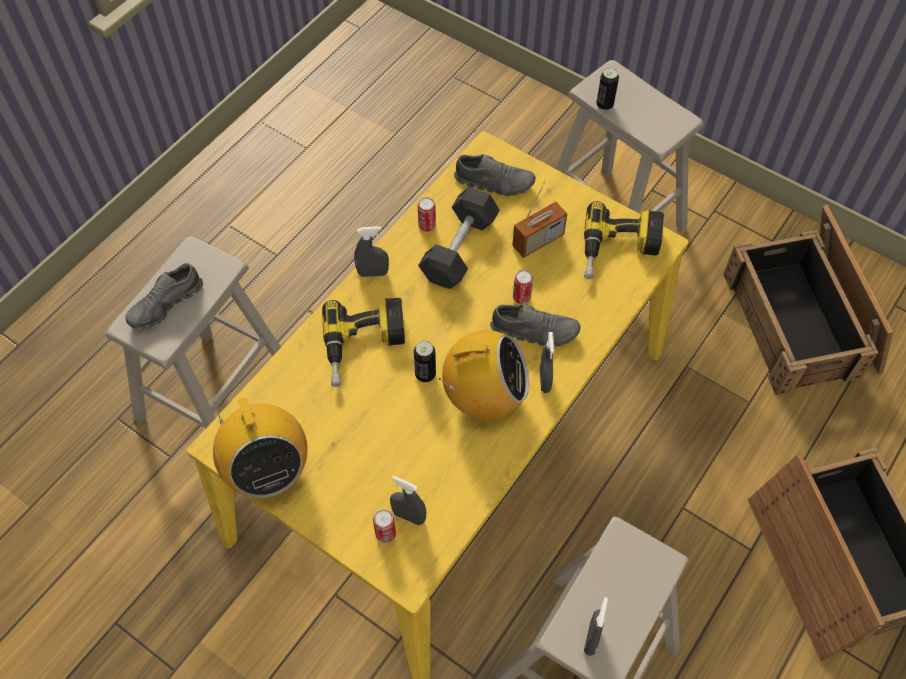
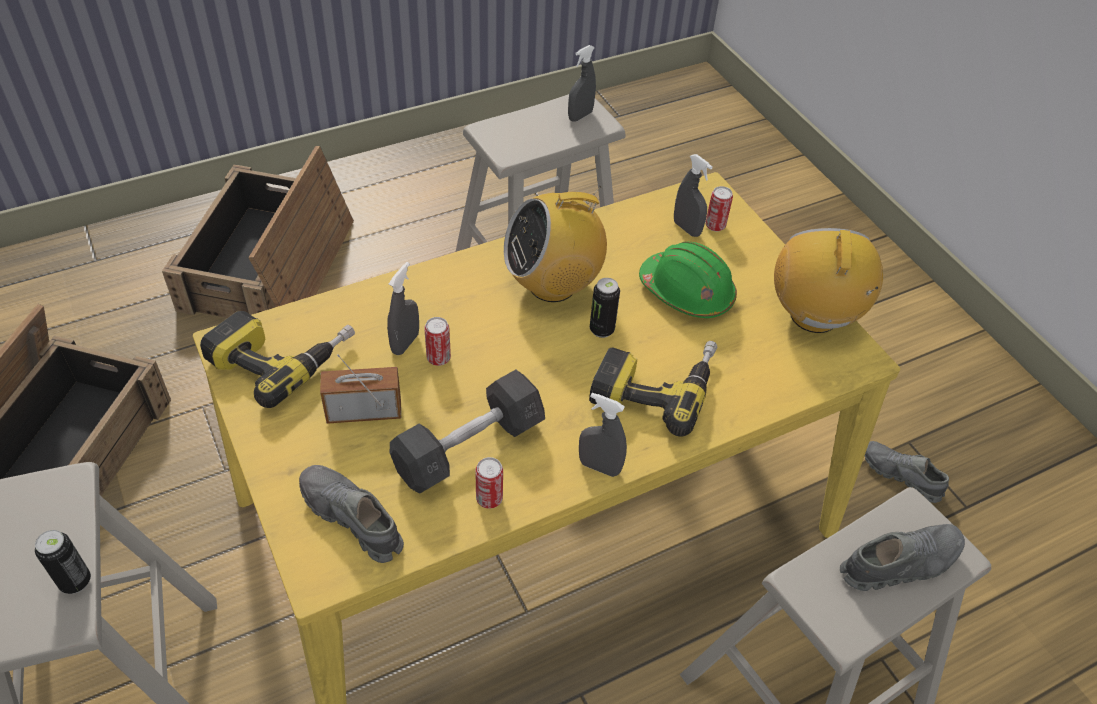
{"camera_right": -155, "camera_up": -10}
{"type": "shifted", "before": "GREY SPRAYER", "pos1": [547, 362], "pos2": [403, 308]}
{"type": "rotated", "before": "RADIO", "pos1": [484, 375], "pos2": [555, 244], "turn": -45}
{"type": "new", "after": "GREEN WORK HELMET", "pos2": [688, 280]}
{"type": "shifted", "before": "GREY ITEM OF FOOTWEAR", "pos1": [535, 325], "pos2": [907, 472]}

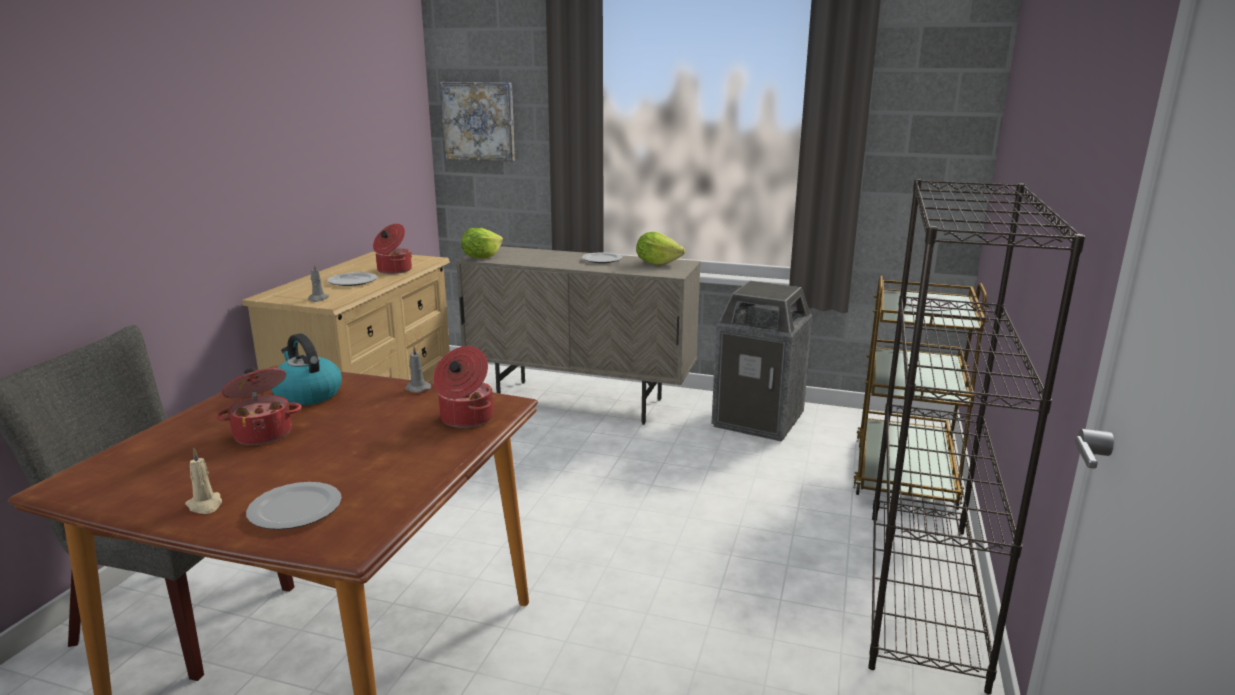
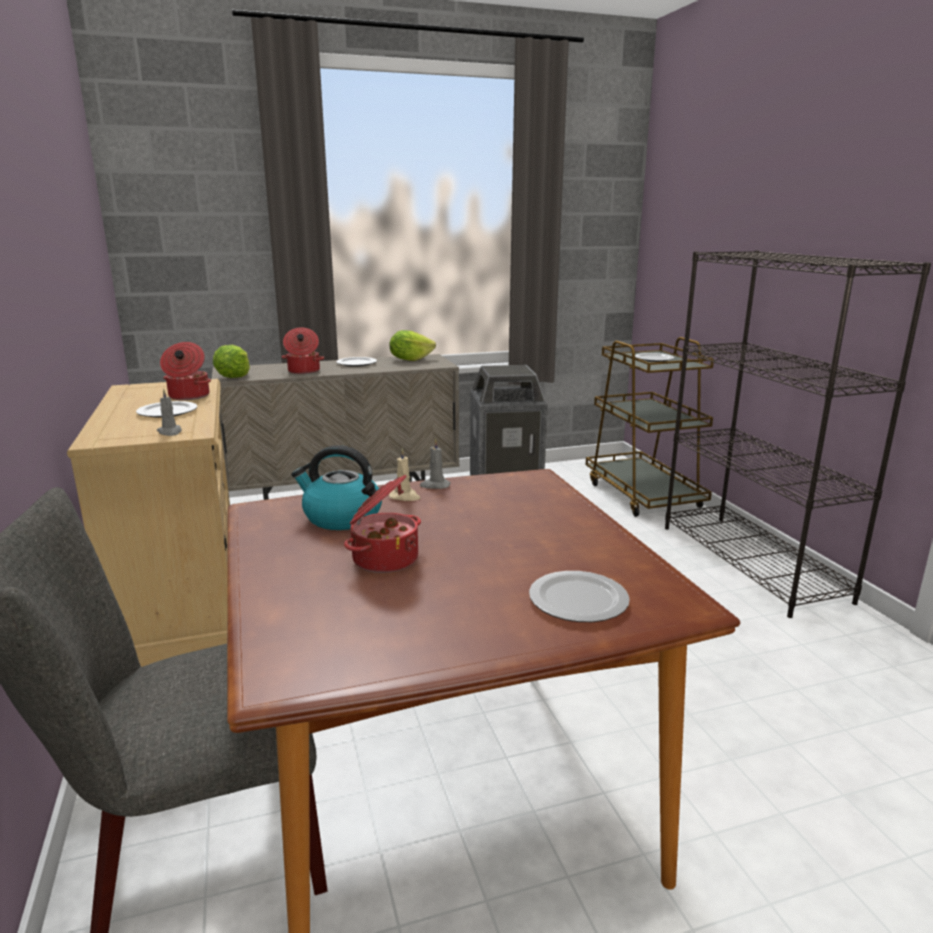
{"camera_right": -35, "camera_up": 0}
{"type": "shifted", "before": "STOCKPOT", "pos1": [463, 387], "pos2": [303, 351]}
{"type": "shifted", "before": "SAND-COLOURED WAX CANDLE", "pos1": [203, 481], "pos2": [405, 474]}
{"type": "gone", "before": "PICTURE", "pos1": [477, 122]}

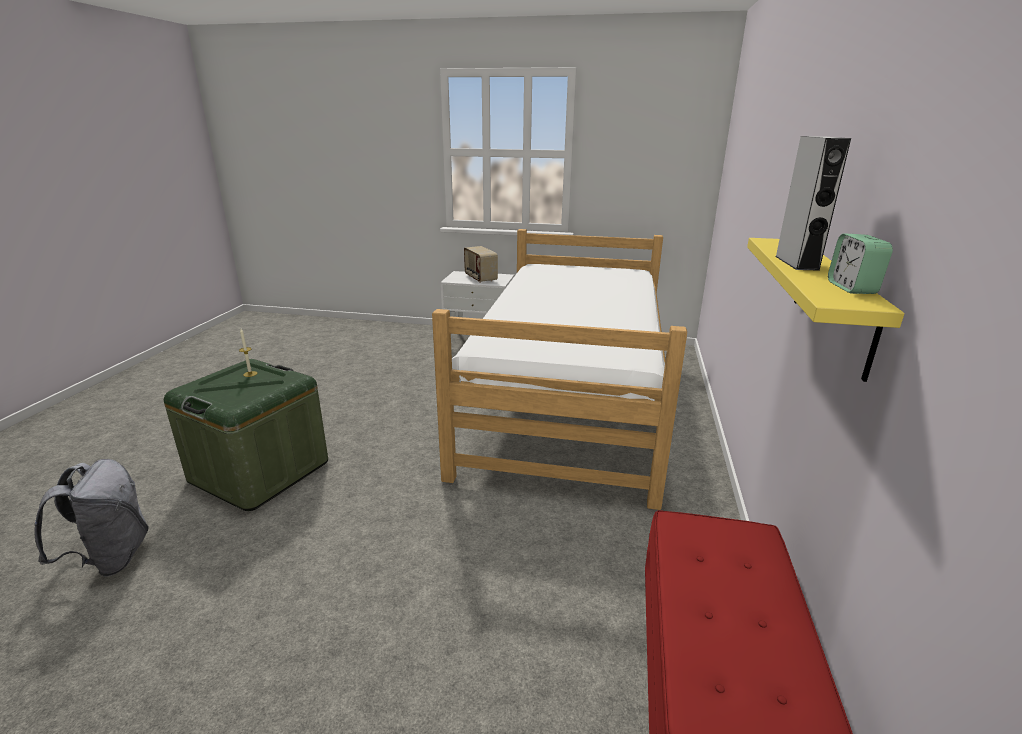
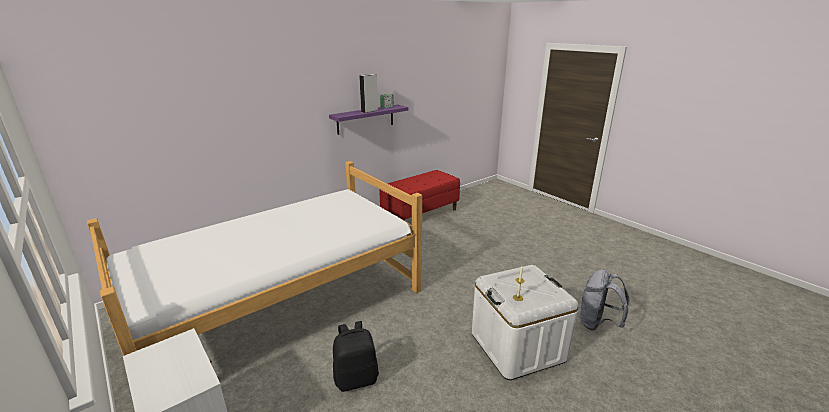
{"camera_right": -140, "camera_up": 0}
{"type": "repainted", "before": "YELLOW WALL SHELF", "after": "PURPLE-COLOURED WALL SHELF", "pos1": [825, 310], "pos2": [368, 120]}
{"type": "new", "after": "BLACK-COLOURED KNAPSACK", "pos2": [356, 356]}
{"type": "repainted", "before": "GREEN STORAGE CONTAINER", "after": "WHITE STORAGE CONTAINER", "pos1": [246, 435], "pos2": [525, 322]}
{"type": "gone", "before": "RADIO", "pos1": [481, 264]}

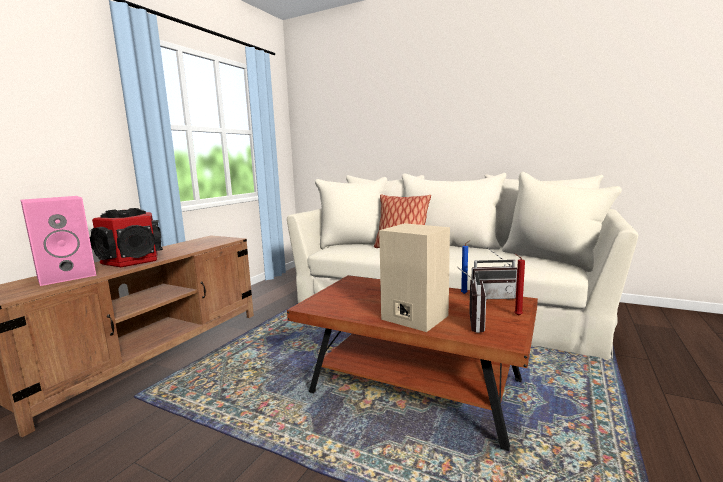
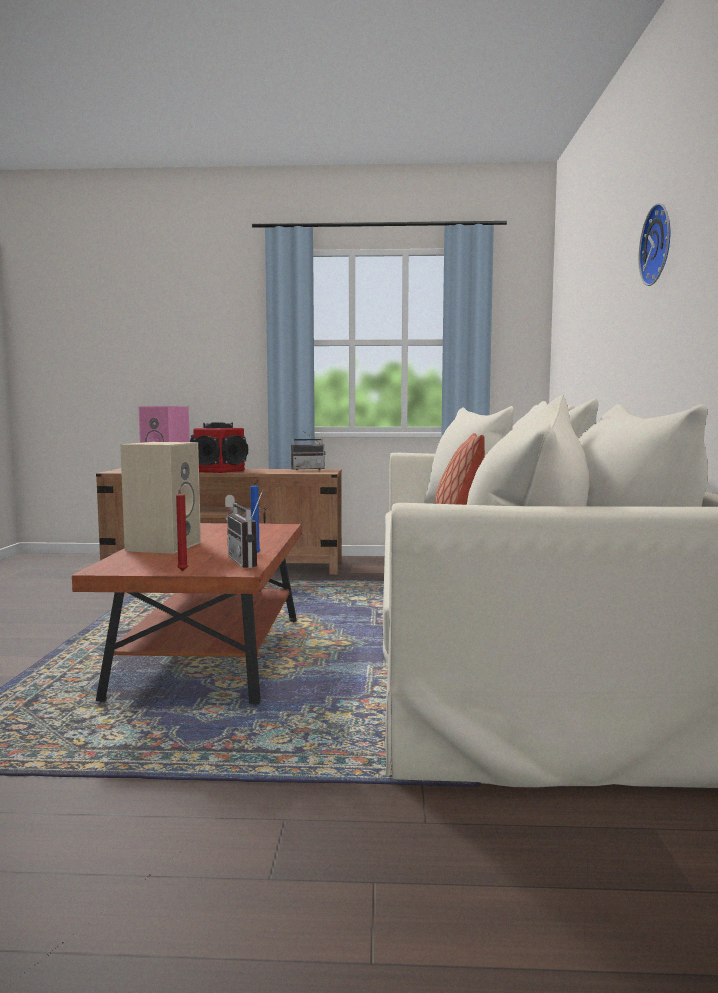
{"camera_right": 65, "camera_up": -5}
{"type": "shifted", "before": "RADIO", "pos1": [471, 300], "pos2": [308, 450]}
{"type": "new", "after": "CLOCK ON THE WALL", "pos2": [654, 244]}

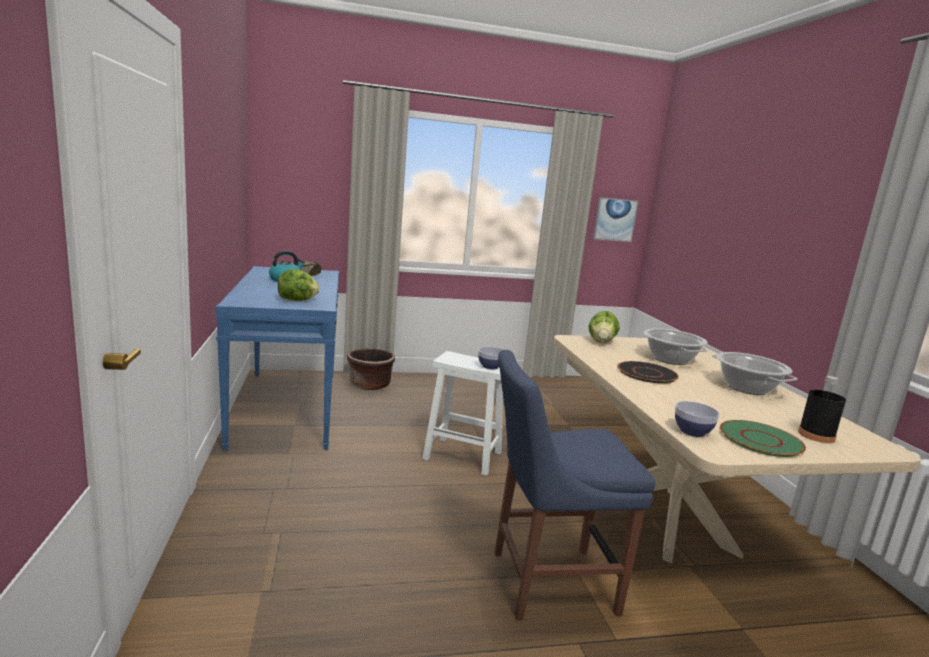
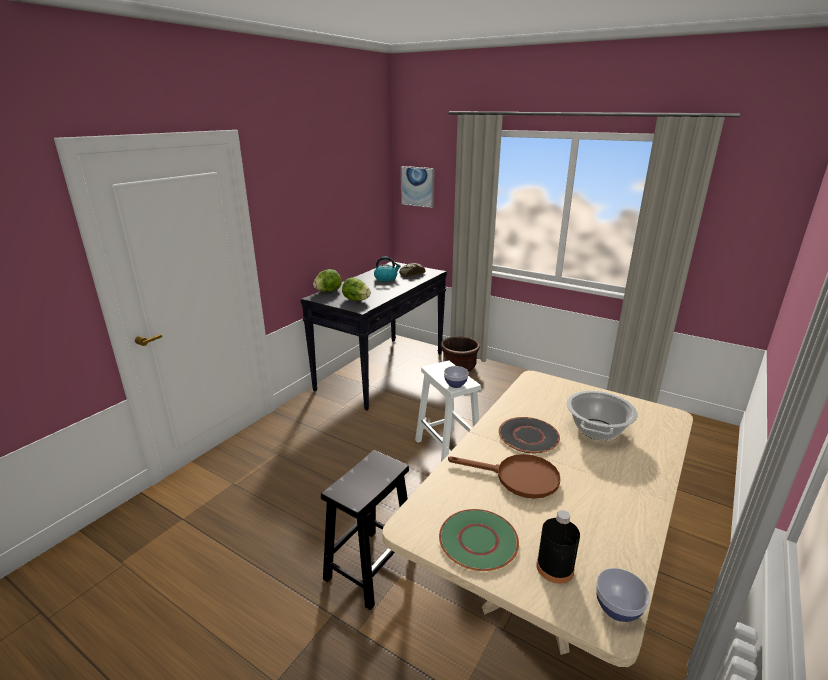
{"camera_right": 45, "camera_up": 10}
{"type": "repainted", "before": "BLUE-COLOURED CONSOLE TABLE", "after": "BLACK-COLOURED CONSOLE TABLE", "pos1": [277, 358], "pos2": [374, 336]}
{"type": "shifted", "before": "LETTUCE", "pos1": [604, 327], "pos2": [327, 280]}
{"type": "swapped", "before": "BLUE-COLOURED PLAIN CHAIR", "after": "BLACK-COLOURED STOOL", "pos1": [574, 485], "pos2": [365, 530]}
{"type": "shifted", "before": "PICTURE", "pos1": [616, 219], "pos2": [418, 187]}
{"type": "new", "after": "BROWN-COLOURED FRYING PAN", "pos2": [504, 476]}
{"type": "shifted", "before": "BOWL", "pos1": [697, 419], "pos2": [623, 595]}
{"type": "gone", "before": "STOCKPOT", "pos1": [754, 373]}

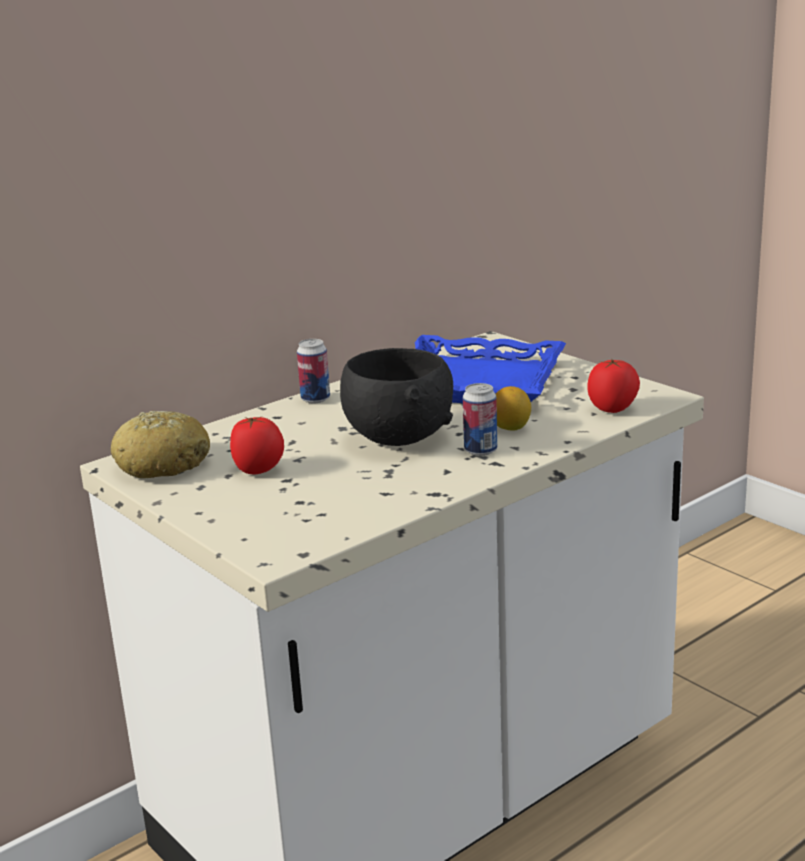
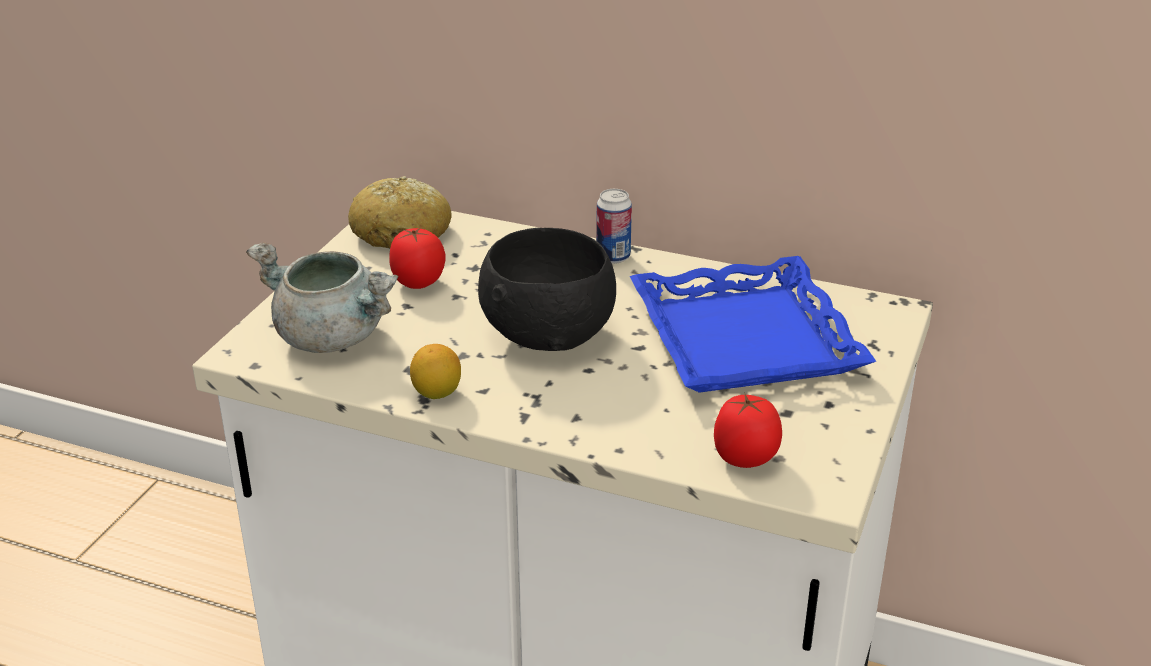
{"camera_right": 60, "camera_up": 10}
{"type": "new", "after": "GREY STOCKPOT", "pos2": [322, 297]}
{"type": "shifted", "before": "CITRUS FRUIT", "pos1": [513, 408], "pos2": [435, 371]}
{"type": "gone", "before": "SEALED CAN", "pos1": [480, 419]}

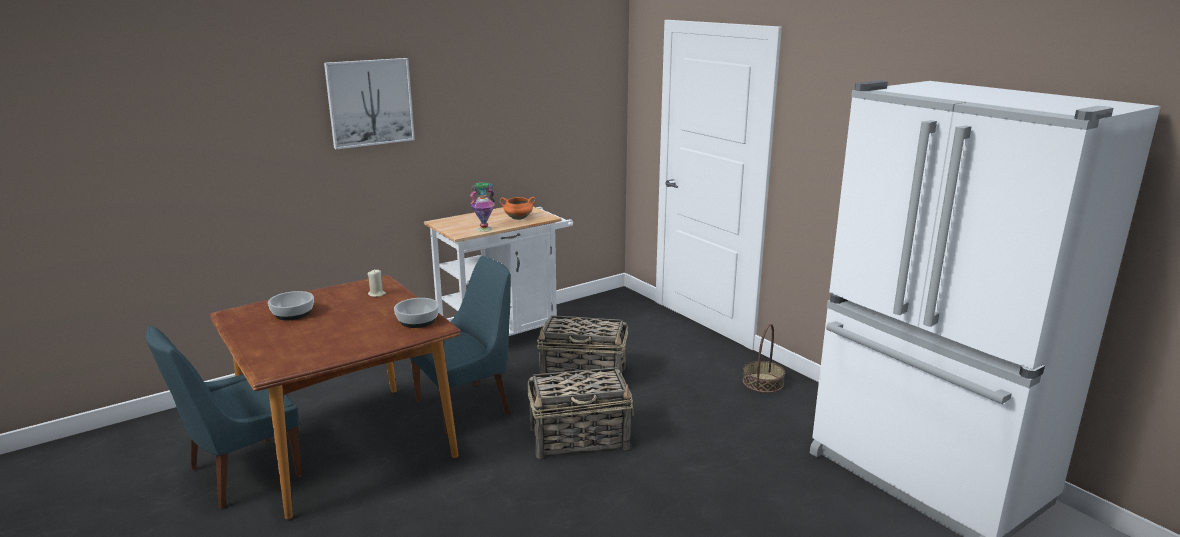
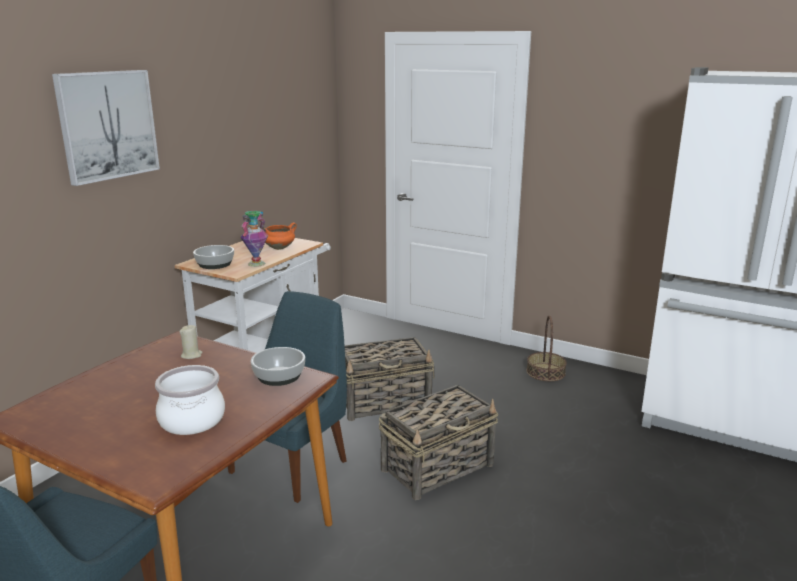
{"camera_right": -25, "camera_up": 0}
{"type": "new", "after": "STOCKPOT", "pos2": [190, 400]}
{"type": "shifted", "before": "BOWL", "pos1": [291, 305], "pos2": [213, 257]}

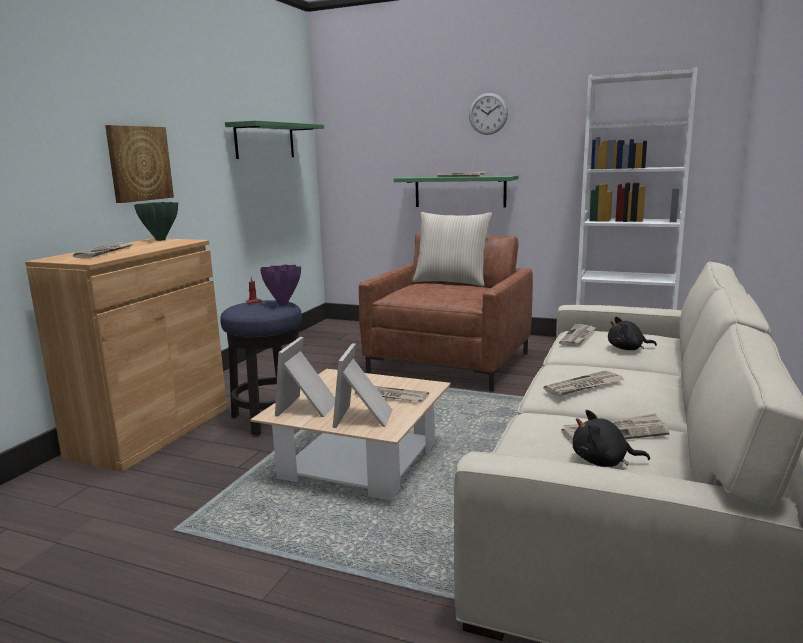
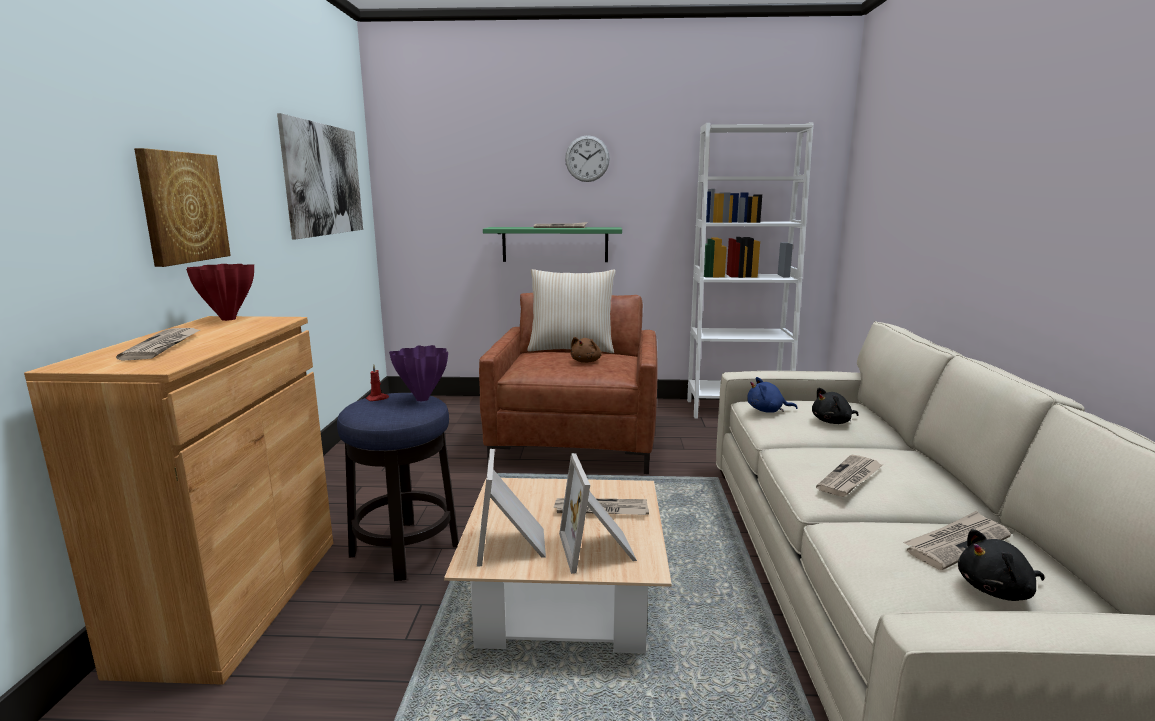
{"camera_right": -20, "camera_up": 0}
{"type": "repainted", "before": "GREEN FLOWER VASE", "after": "REDDISH FLOWER VASE", "pos1": [156, 221], "pos2": [220, 292]}
{"type": "swapped", "before": "GREEN WALL SHELF", "after": "PICTURE", "pos1": [274, 139], "pos2": [320, 176]}
{"type": "new", "after": "BROWN-COLOURED SOFT TOY", "pos2": [586, 350]}
{"type": "swapped", "before": "NEWSPAPER", "after": "BLUE-COLOURED SOFT TOY", "pos1": [578, 335], "pos2": [772, 395]}

